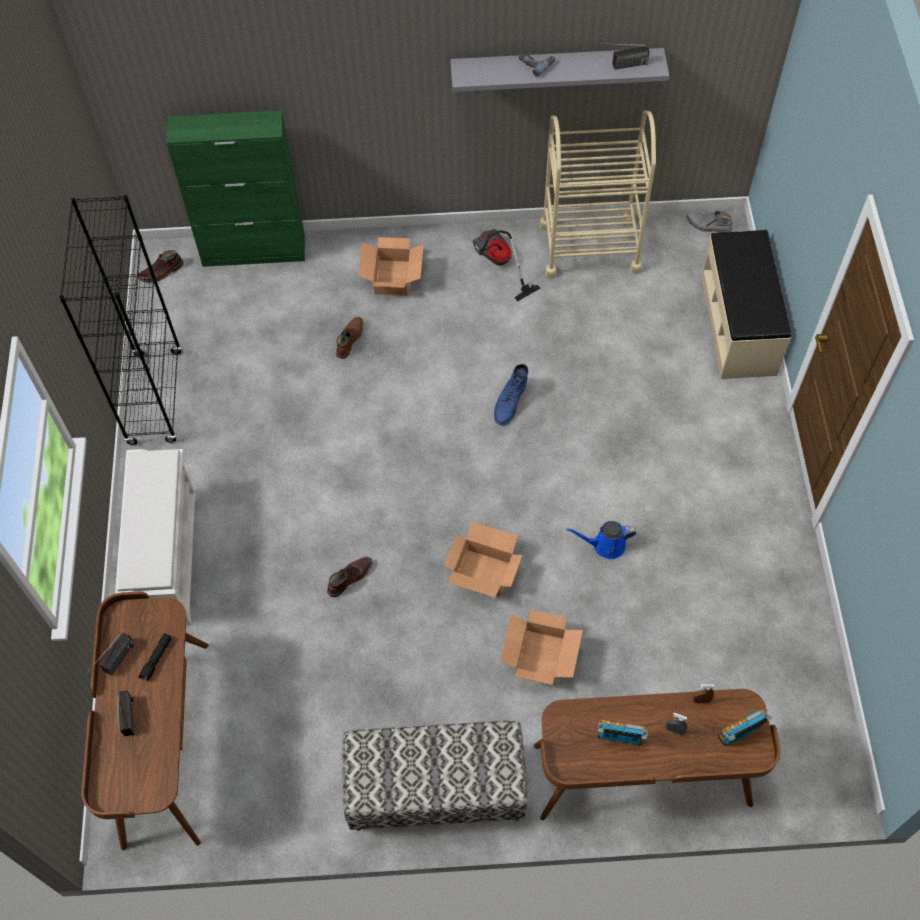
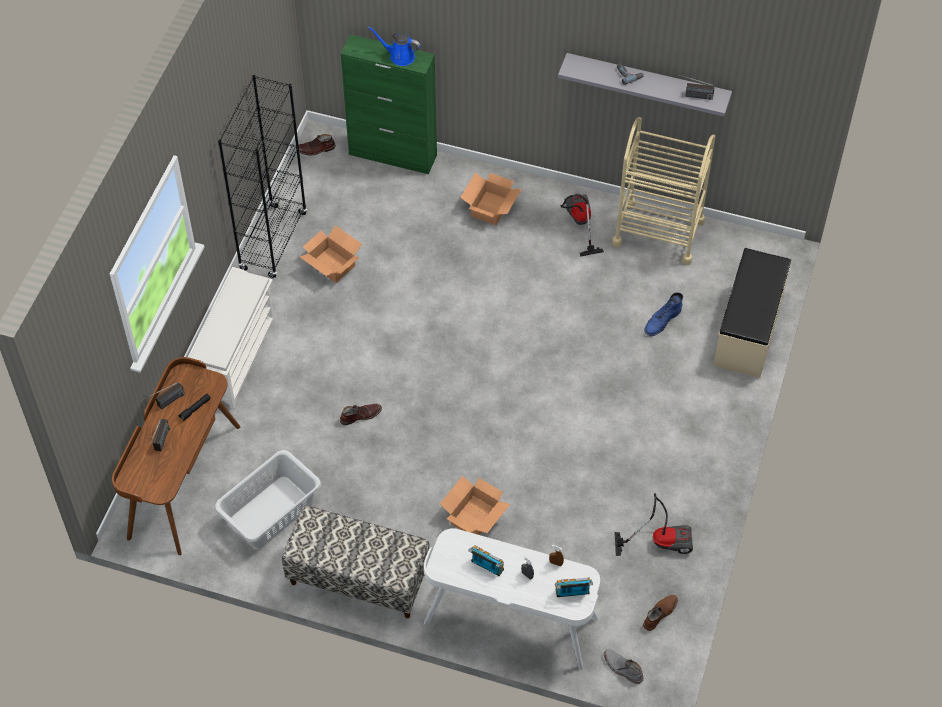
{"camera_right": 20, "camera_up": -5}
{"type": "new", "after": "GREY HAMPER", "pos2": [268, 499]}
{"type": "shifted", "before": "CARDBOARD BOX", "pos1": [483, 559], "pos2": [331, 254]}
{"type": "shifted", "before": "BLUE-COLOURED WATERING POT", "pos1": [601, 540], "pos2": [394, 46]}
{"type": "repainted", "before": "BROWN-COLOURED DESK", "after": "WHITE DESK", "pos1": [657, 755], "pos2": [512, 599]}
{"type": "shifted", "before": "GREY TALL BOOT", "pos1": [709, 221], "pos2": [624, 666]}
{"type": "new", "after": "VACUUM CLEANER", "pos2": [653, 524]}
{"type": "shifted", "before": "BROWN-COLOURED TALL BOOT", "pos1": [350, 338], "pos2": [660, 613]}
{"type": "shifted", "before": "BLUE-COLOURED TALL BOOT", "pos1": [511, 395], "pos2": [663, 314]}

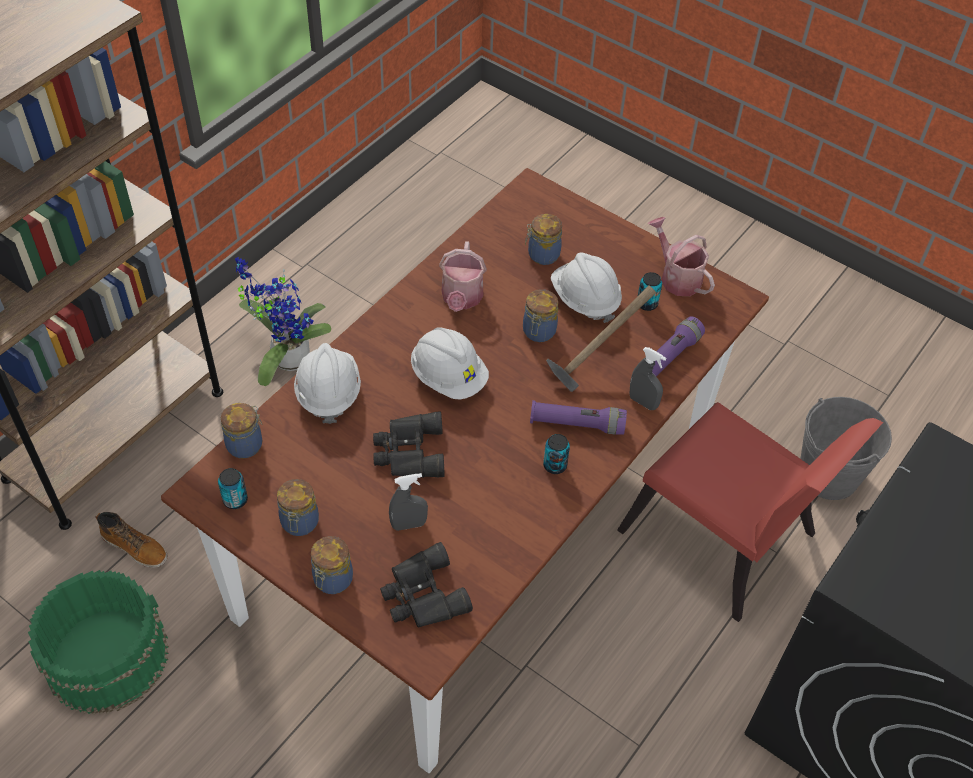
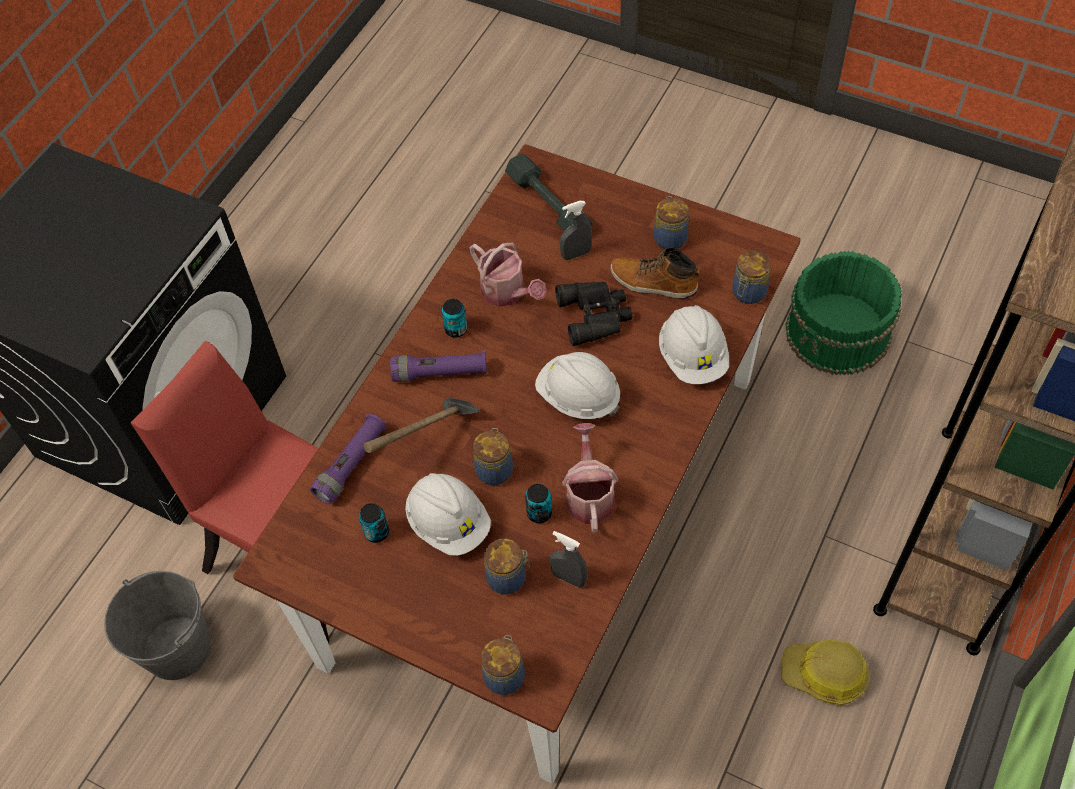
{"camera_right": 175, "camera_up": 5}
{"type": "shifted", "before": "WATERING POT", "pos1": [681, 256], "pos2": [508, 275]}
{"type": "shifted", "before": "PRESERVE JAR", "pos1": [332, 565], "pos2": [503, 665]}
{"type": "swapped", "before": "BLACK-COLOURED FIELD GLASSES", "after": "GREY HAND WEIGHT", "pos1": [426, 584], "pos2": [549, 192]}
{"type": "shifted", "before": "SEALED CAN", "pos1": [233, 488], "pos2": [538, 503]}
{"type": "shifted", "before": "GREY SPRAYER", "pos1": [647, 378], "pos2": [569, 559]}
{"type": "shifted", "before": "TALL BOOT", "pos1": [132, 540], "pos2": [655, 273]}
{"type": "swapped", "before": "HOUSEPLANT", "after": "WORK HELMET", "pos1": [283, 321], "pos2": [825, 672]}

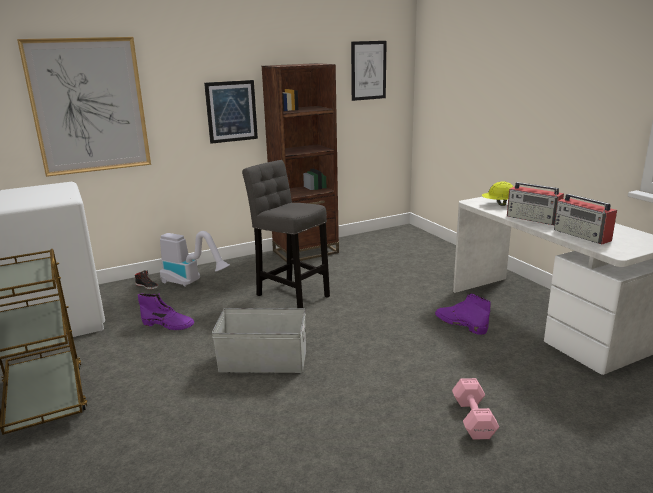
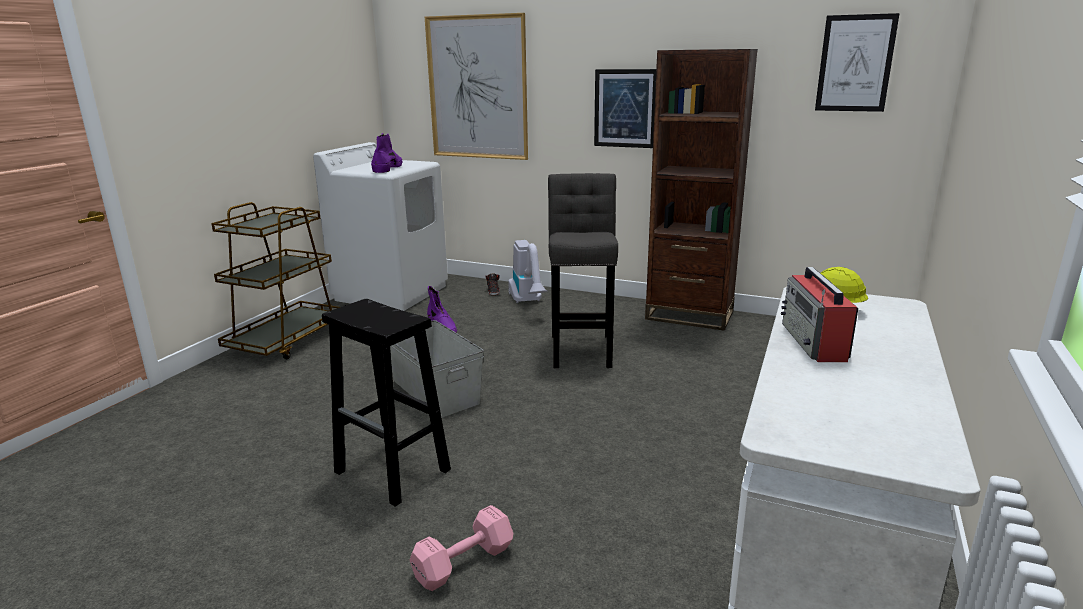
{"camera_right": 50, "camera_up": 0}
{"type": "new", "after": "BLACK-COLOURED STOOL", "pos2": [386, 403]}
{"type": "shifted", "before": "PURPLE-COLOURED TALL BOOT", "pos1": [463, 314], "pos2": [386, 153]}
{"type": "gone", "before": "RADIO", "pos1": [585, 219]}

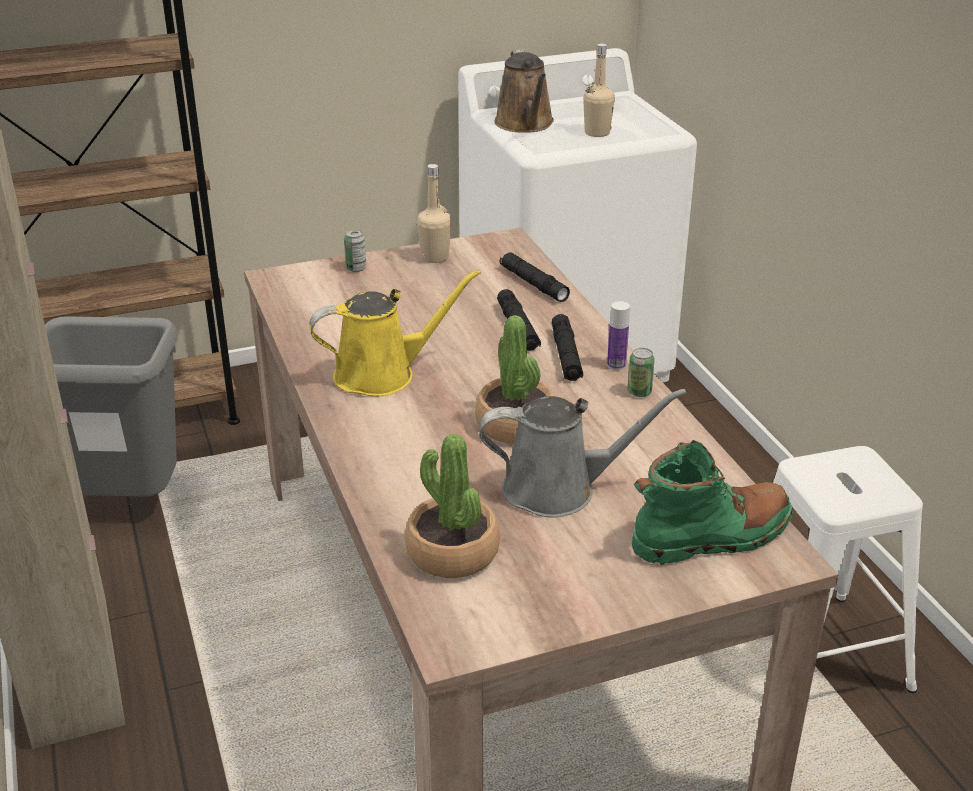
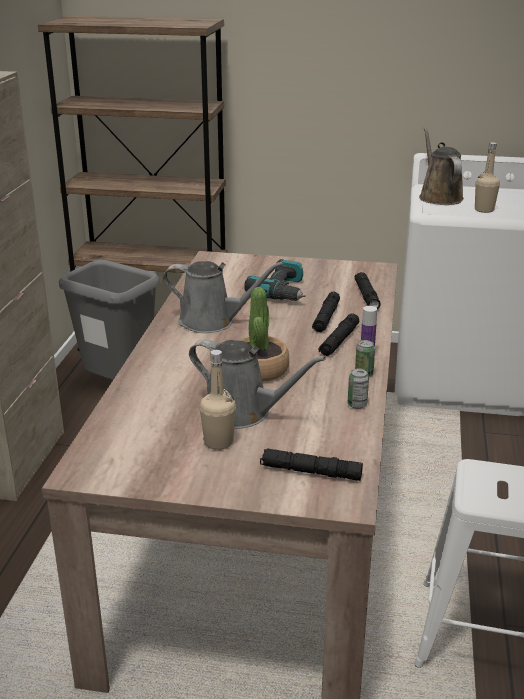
{"camera_right": 30, "camera_up": -5}
{"type": "repainted", "before": "YELLOW WATERING POT", "after": "GREY WATERING POT", "pos1": [395, 332], "pos2": [223, 297]}
{"type": "shifted", "before": "SAND-COLOURED BEVERAGE BOTTLE", "pos1": [434, 213], "pos2": [218, 400]}
{"type": "new", "after": "ELECTRIC DRILL", "pos2": [275, 280]}
{"type": "swapped", "before": "GREEN TALL BOOT", "after": "BLACK-COLOURED FLASHLIGHT", "pos1": [712, 502], "pos2": [311, 464]}
{"type": "shifted", "before": "SEALED CAN", "pos1": [355, 251], "pos2": [358, 389]}
{"type": "rotated", "before": "BROWN-COLOURED WATERING POT", "pos1": [524, 91], "pos2": [441, 166], "turn": 150}
{"type": "gone", "before": "HOUSEPLANT", "pos1": [452, 506]}

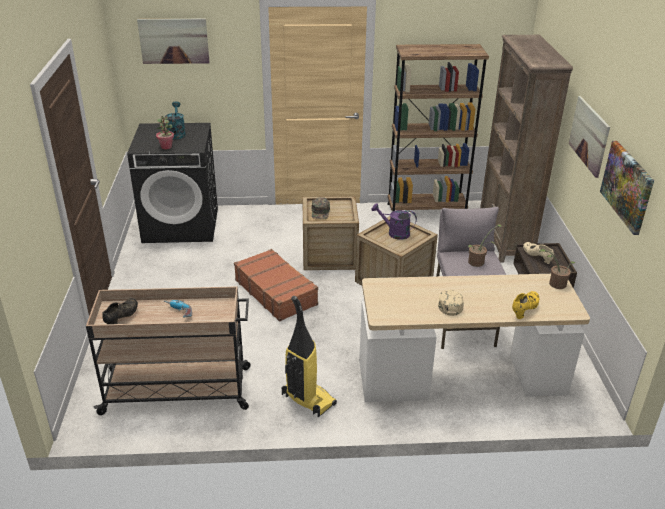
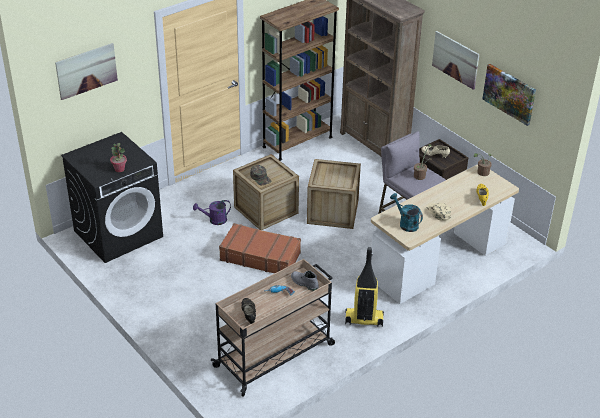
{"camera_right": -35, "camera_up": 5}
{"type": "shifted", "before": "PURPLE-COLOURED WATERING POT", "pos1": [394, 221], "pos2": [212, 212]}
{"type": "new", "after": "GREY TALL BOOT", "pos2": [305, 280]}
{"type": "shifted", "before": "TURQUOISE WATERING POT", "pos1": [175, 120], "pos2": [406, 212]}

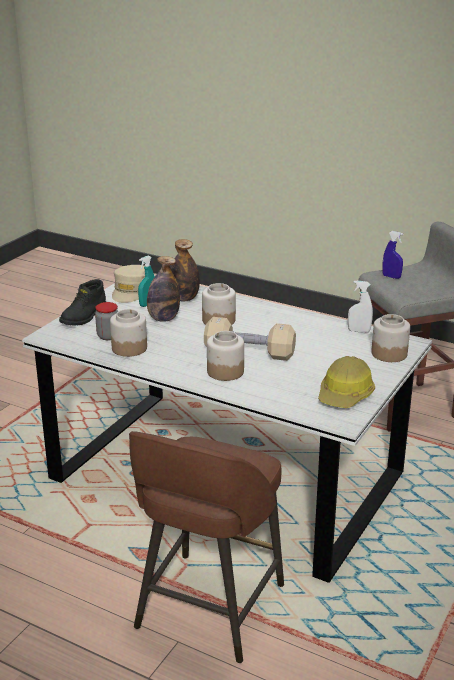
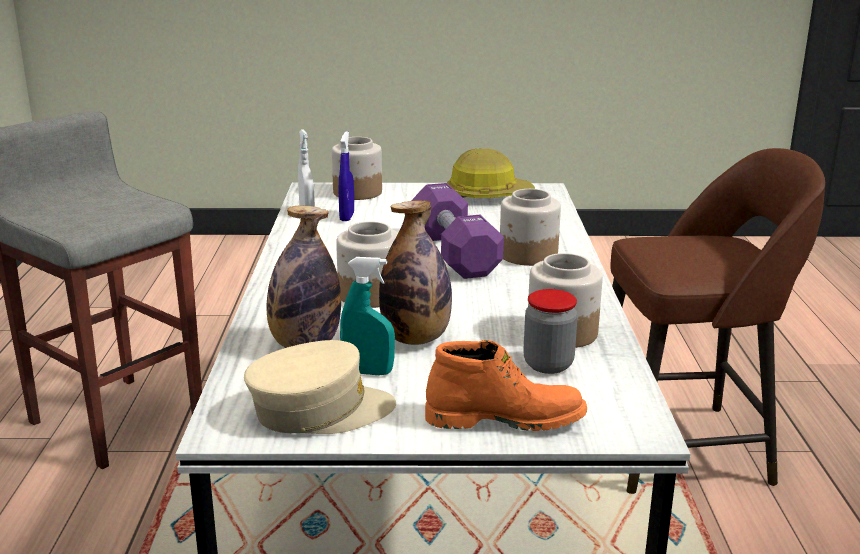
{"camera_right": -120, "camera_up": -5}
{"type": "shifted", "before": "BLUE-COLOURED SPRAYER", "pos1": [392, 255], "pos2": [346, 176]}
{"type": "repainted", "before": "SAND-COLOURED HAND WEIGHT", "after": "PURPLE-COLOURED HAND WEIGHT", "pos1": [250, 339], "pos2": [458, 231]}
{"type": "repainted", "before": "BLACK-COLOURED TALL BOOT", "after": "ORANGE-COLOURED TALL BOOT", "pos1": [82, 302], "pos2": [506, 385]}

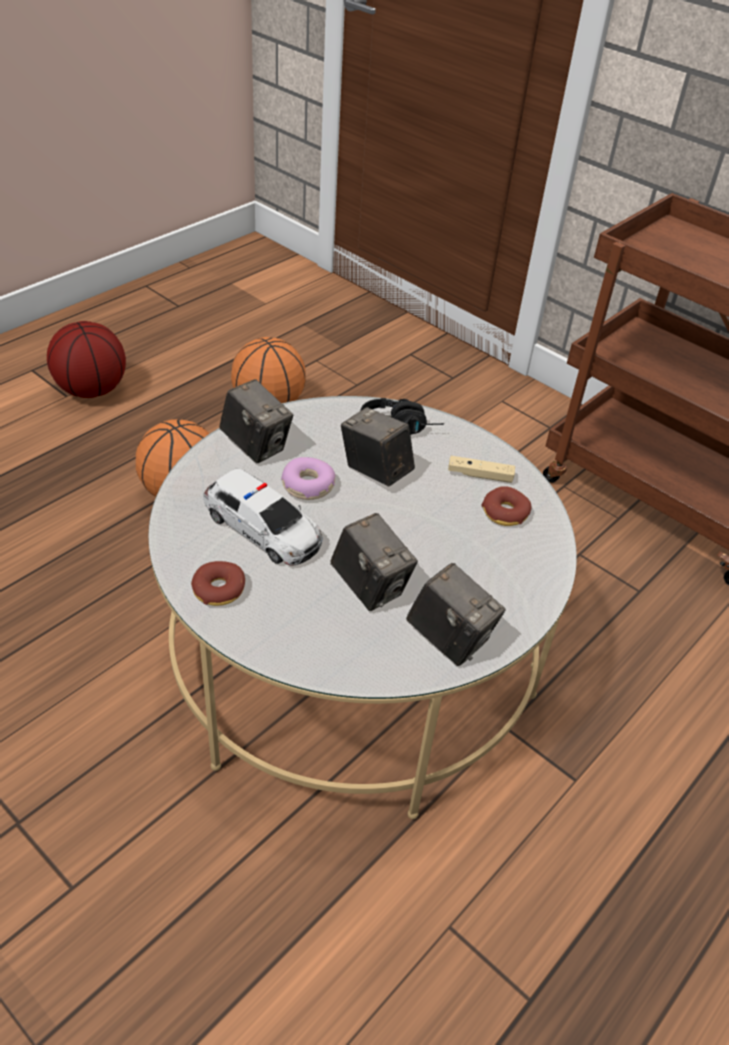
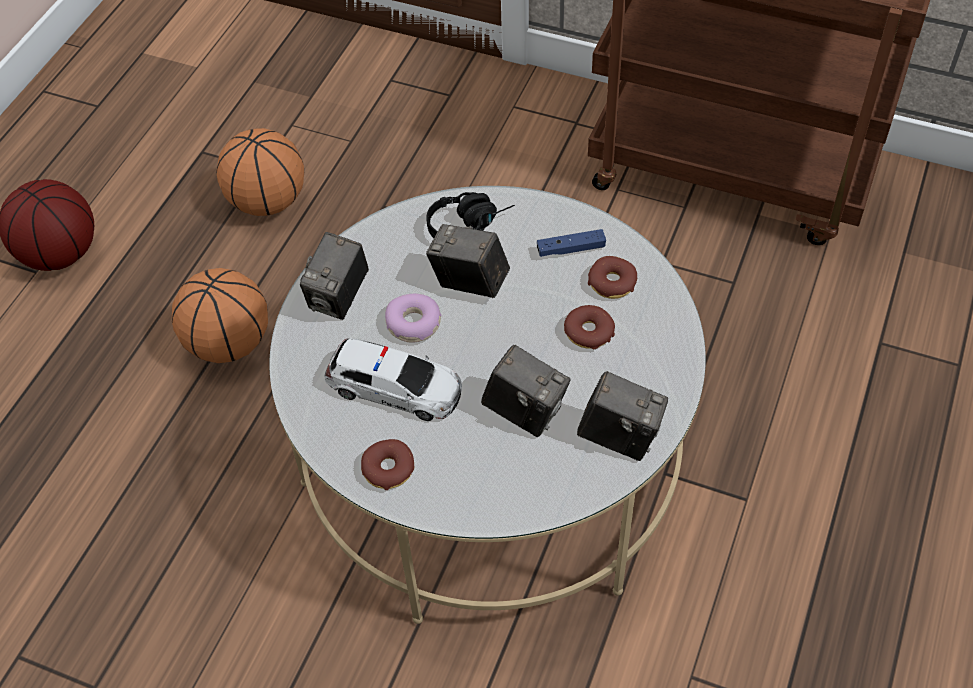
{"camera_right": -15, "camera_up": 10}
{"type": "rotated", "before": "STILL CAMERA", "pos1": [256, 421], "pos2": [334, 276], "turn": 90}
{"type": "repainted", "before": "SAND-COLOURED GAME CONTROLLER", "after": "BLUE-COLOURED GAME CONTROLLER", "pos1": [481, 469], "pos2": [571, 243]}
{"type": "new", "after": "DOUGHNUT", "pos2": [589, 327]}

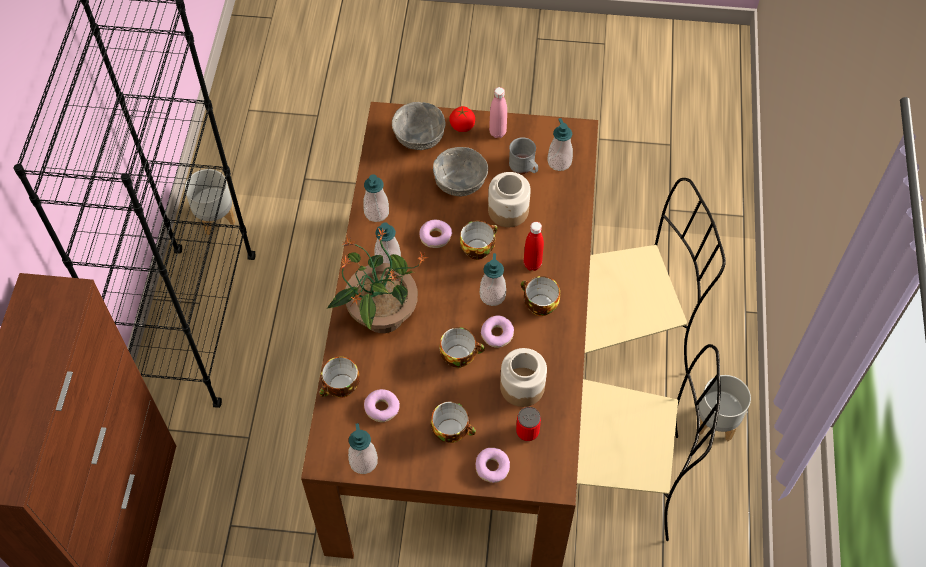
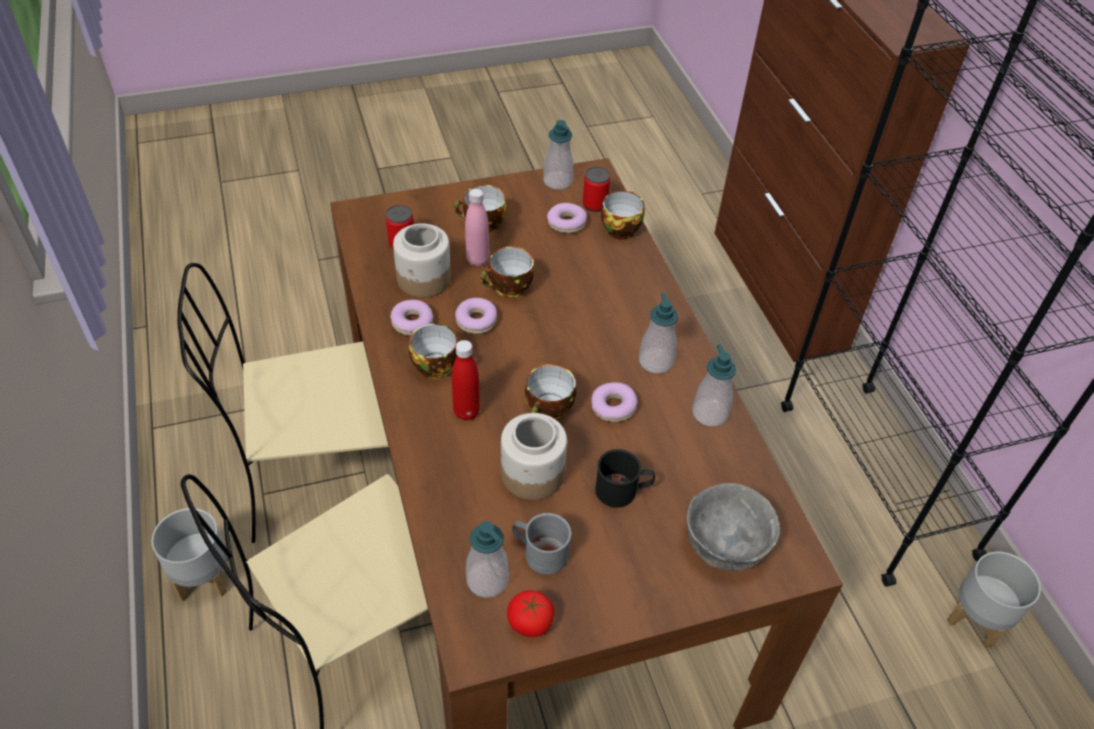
{"camera_right": 155, "camera_up": -10}
{"type": "shifted", "before": "DOUGHNUT", "pos1": [493, 465], "pos2": [411, 318]}
{"type": "shifted", "before": "PINKISH BEVERAGE BOTTLE", "pos1": [498, 112], "pos2": [477, 228]}
{"type": "shifted", "before": "WHOLE TOMATO", "pos1": [462, 119], "pos2": [531, 613]}
{"type": "new", "after": "SEALED CAN", "pos2": [596, 189]}
{"type": "swapped", "before": "GREY BOWL", "after": "BLACK-COLOURED COFFEE MUG", "pos1": [460, 171], "pos2": [625, 478]}
{"type": "gone", "before": "HOUSEPLANT", "pos1": [377, 280]}
{"type": "gone", "before": "LIQUID SOAP BOTTLE", "pos1": [493, 279]}

